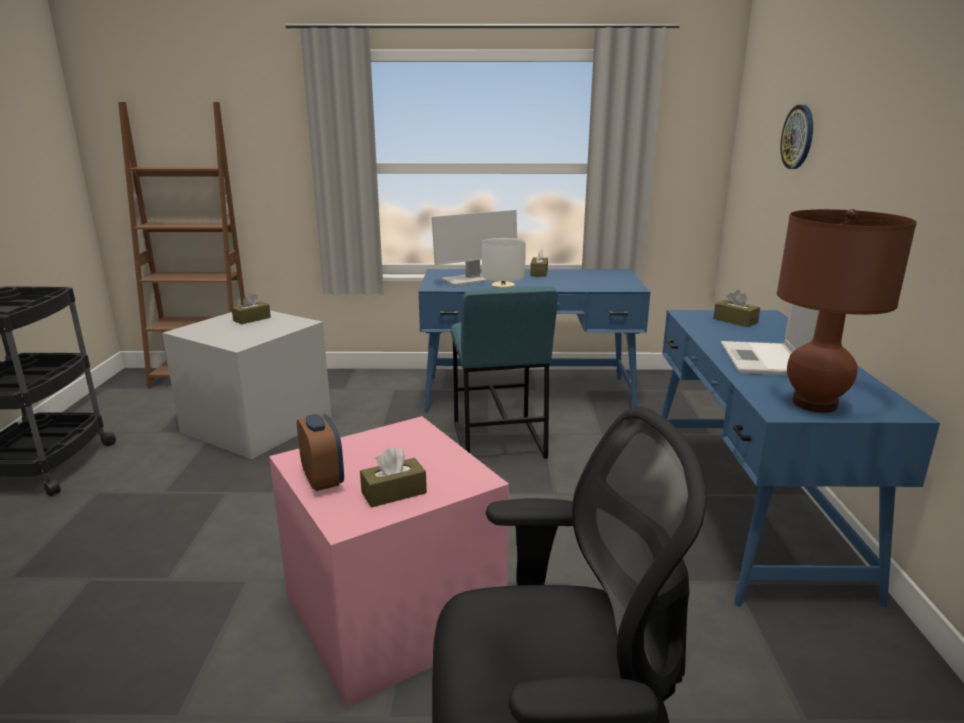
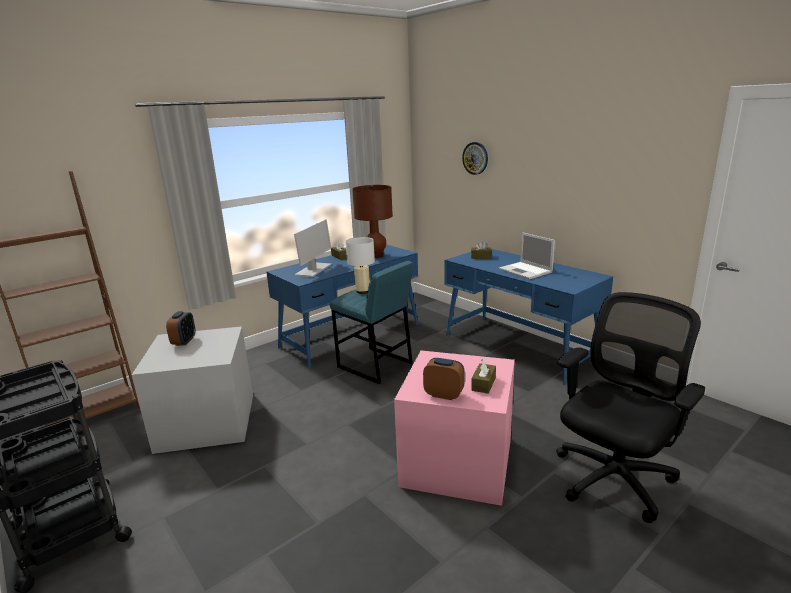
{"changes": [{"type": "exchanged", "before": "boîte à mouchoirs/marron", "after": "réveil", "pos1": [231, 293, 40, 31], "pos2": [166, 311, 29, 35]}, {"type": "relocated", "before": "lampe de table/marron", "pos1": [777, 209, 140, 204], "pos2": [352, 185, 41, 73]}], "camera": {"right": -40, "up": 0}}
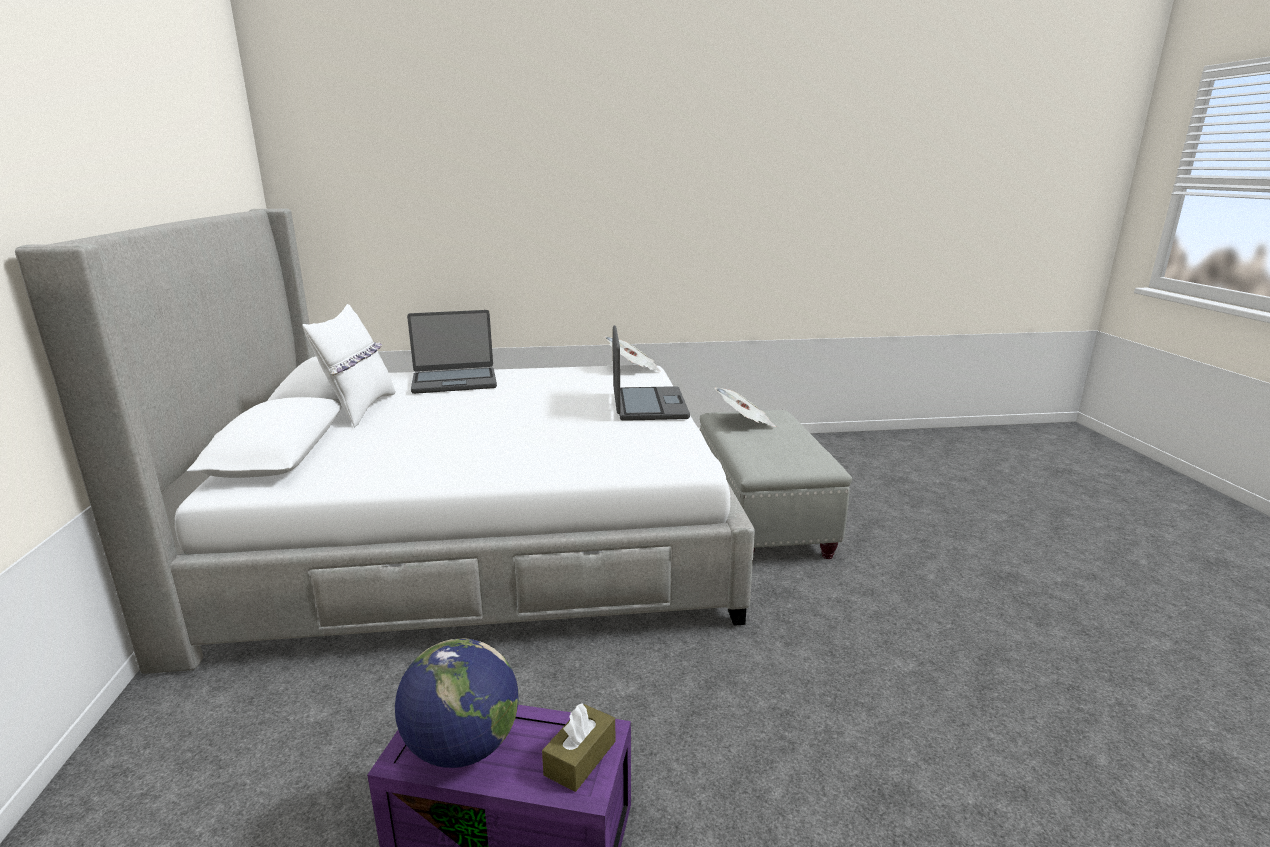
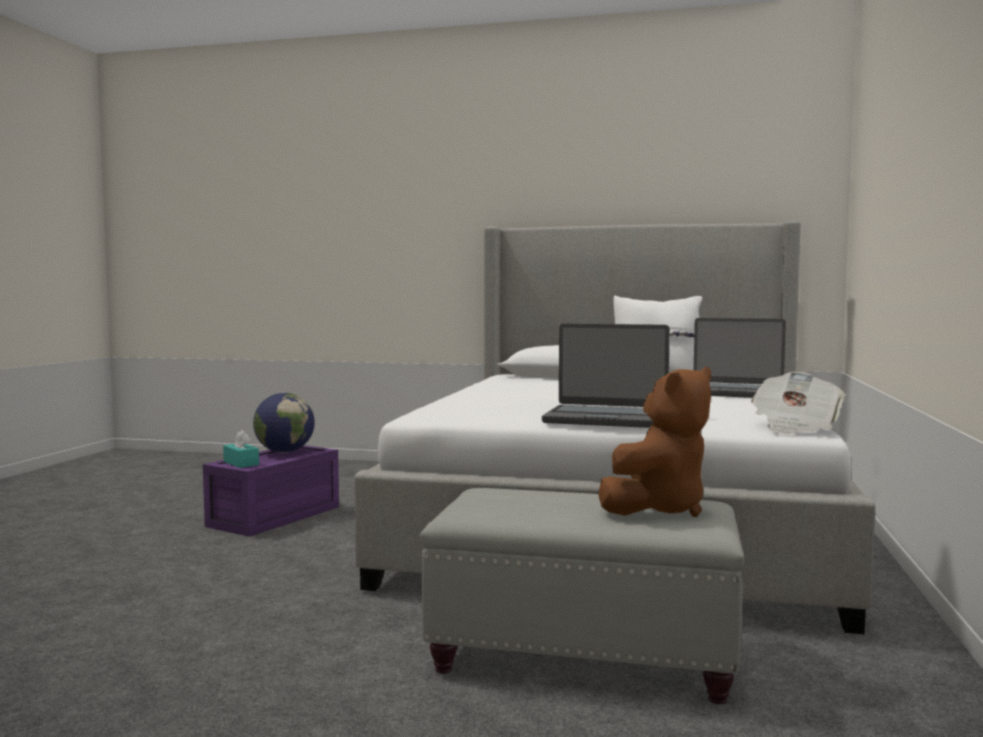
{"changes": [{"type": "spun", "before": "ordinateur portable", "pos1": [407, 310, 90, 84], "pos2": [694, 318, 92, 80], "turn": -75}, {"type": "colour", "before": "boîte à mouchoirs/marron", "after": "boîte à mouchoirs/turquoise", "pos1": [542, 703, 74, 89], "pos2": [223, 430, 36, 38]}, {"type": "exchanged", "before": "journal", "after": "peluche/marron", "pos1": [714, 387, 62, 40], "pos2": [598, 367, 113, 150]}], "camera": {"right": 110, "up": -15}}
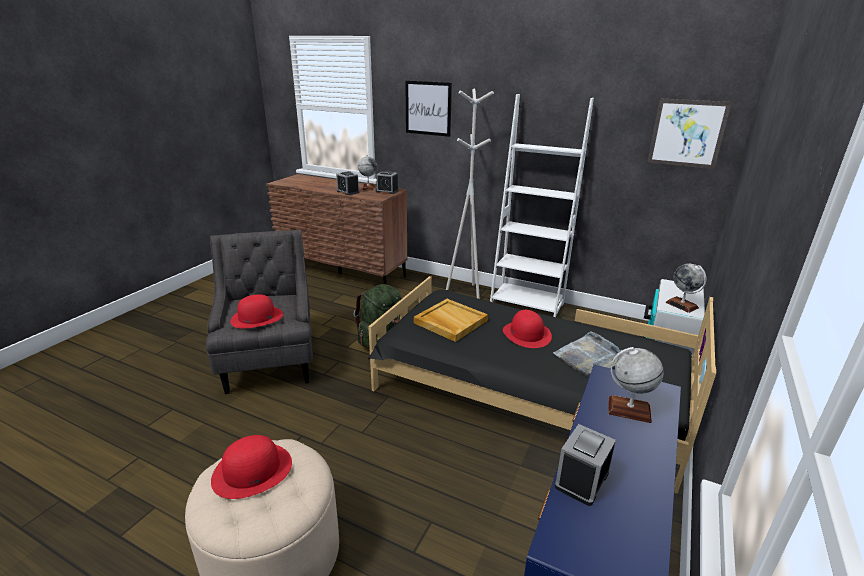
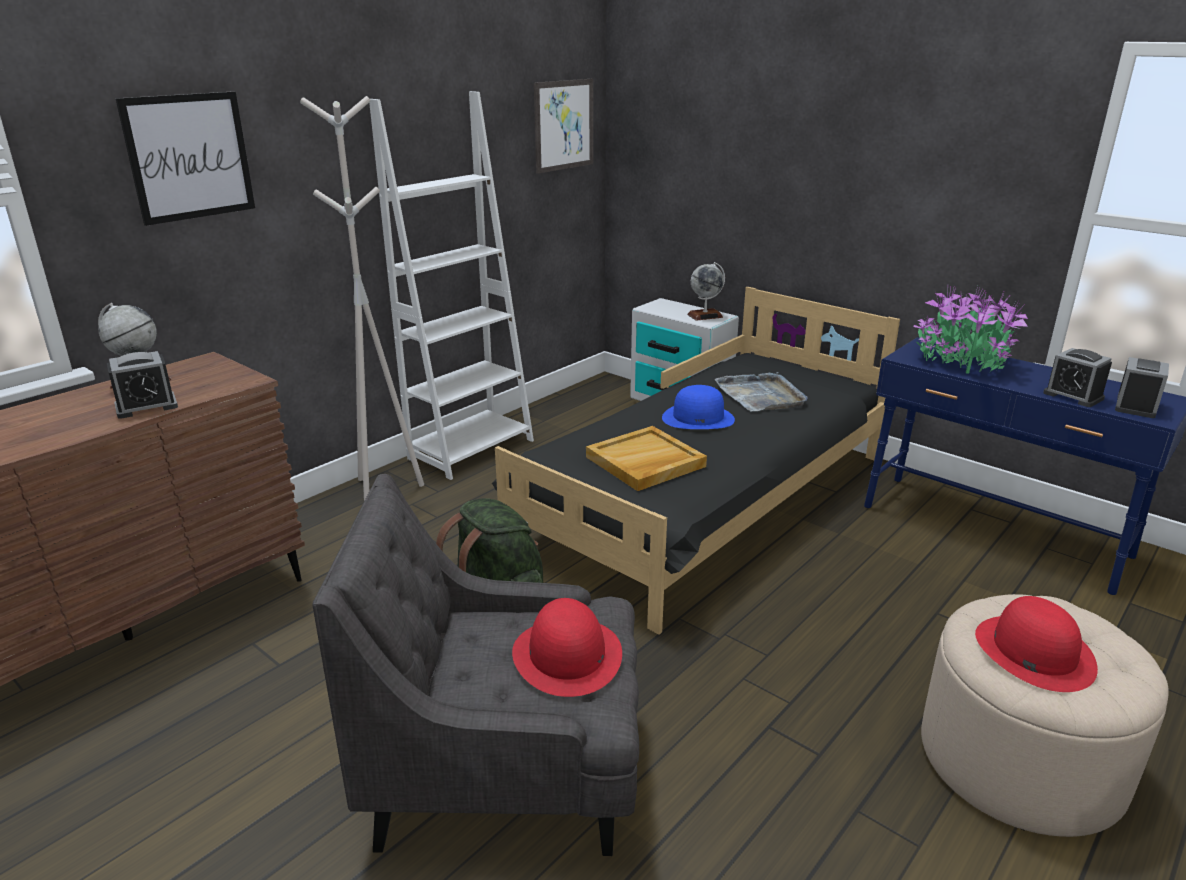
{"changes": [{"type": "relocated", "before": "réveil", "pos1": [376, 171, 23, 23], "pos2": [1115, 357, 54, 61]}, {"type": "colour", "before": "chapeau/rouge", "after": "chapeau/bleu", "pos1": [503, 310, 49, 38], "pos2": [662, 385, 73, 44]}, {"type": "exchanged", "before": "globe", "after": "plante en pot", "pos1": [608, 347, 56, 76], "pos2": [914, 286, 114, 87]}], "camera": {"right": -75, "up": 0}}
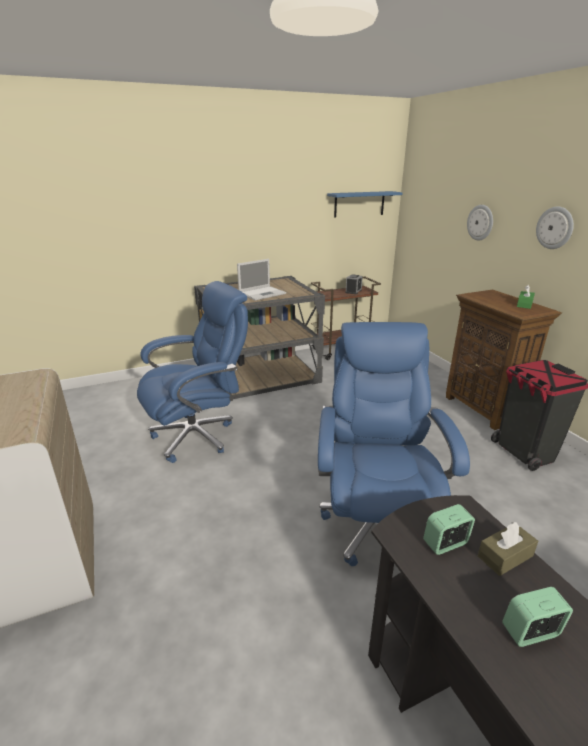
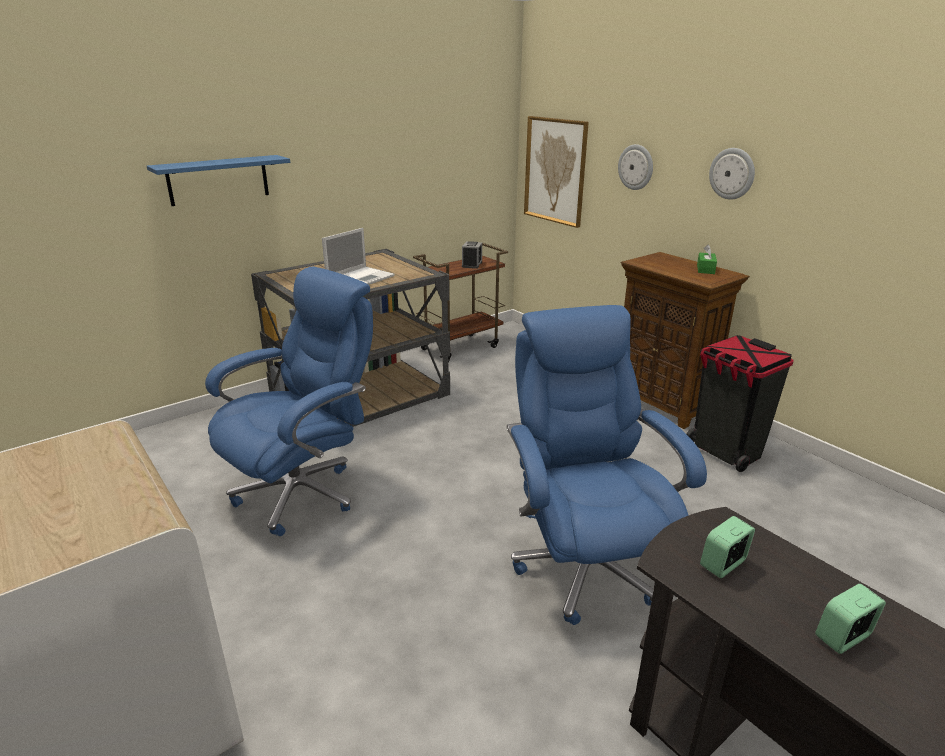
{"changes": [{"type": "relocated", "before": "étagère/bleu", "pos1": [327, 191, 75, 27], "pos2": [147, 155, 143, 51]}, {"type": "missing", "before": "boîte à mouchoirs/marron", "pos1": [478, 522, 60, 54]}, {"type": "appeared", "after": "tableau", "pos2": [524, 116, 65, 112]}], "camera": {"right": -15, "up": 0}}
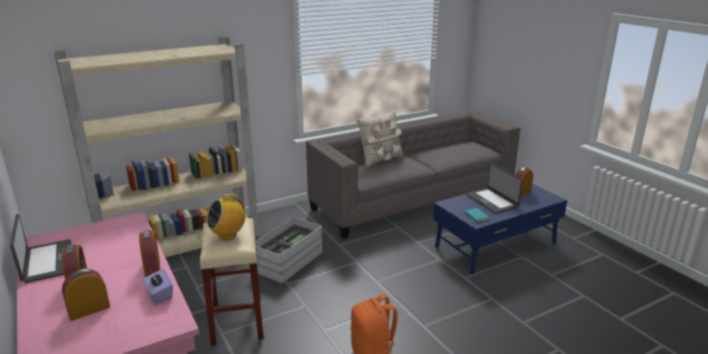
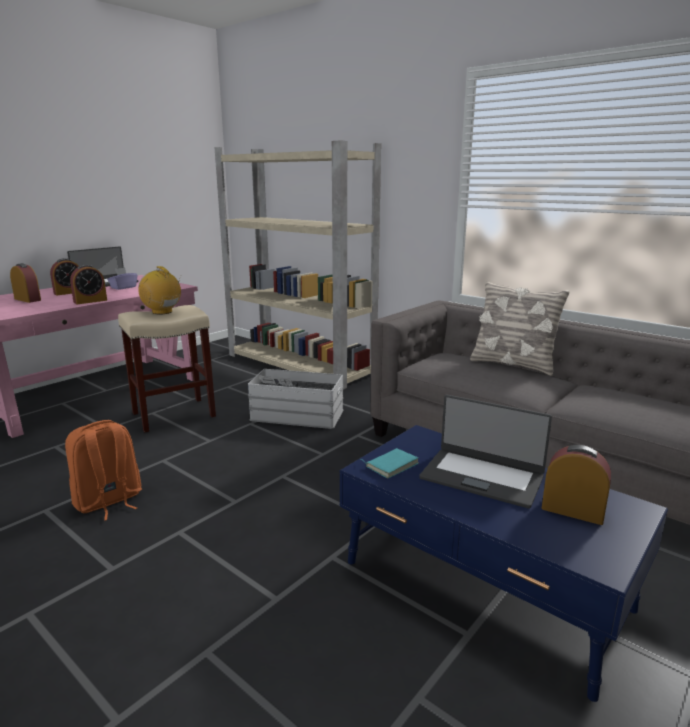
{"changes": [{"type": "relocated", "before": "boîte à mouchoirs/violet", "pos1": [143, 269, 30, 35], "pos2": [107, 267, 30, 23]}, {"type": "spun", "before": "ordinateur portable", "pos1": [466, 163, 57, 51], "pos2": [419, 395, 133, 114], "turn": -105}], "camera": {"right": 70, "up": -5}}
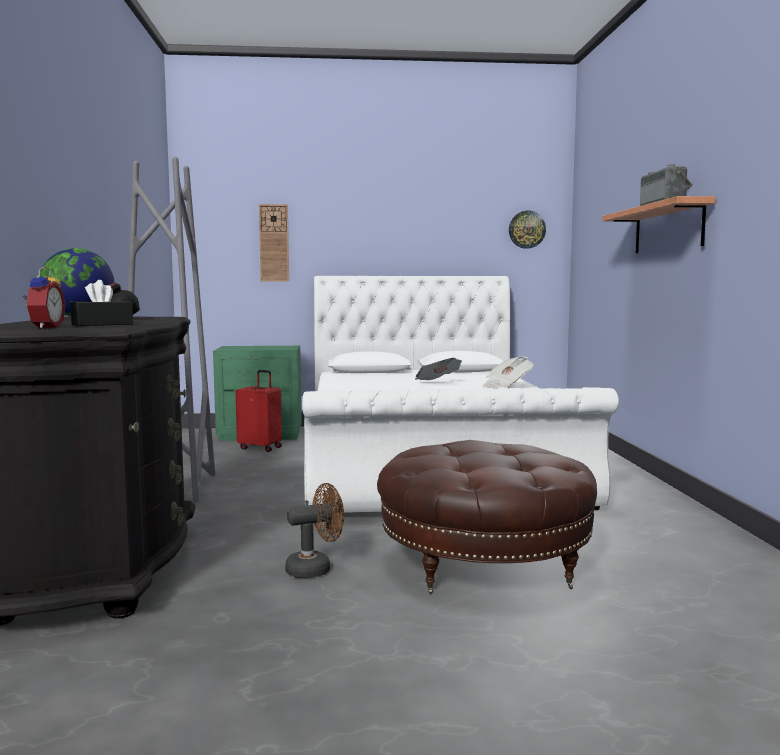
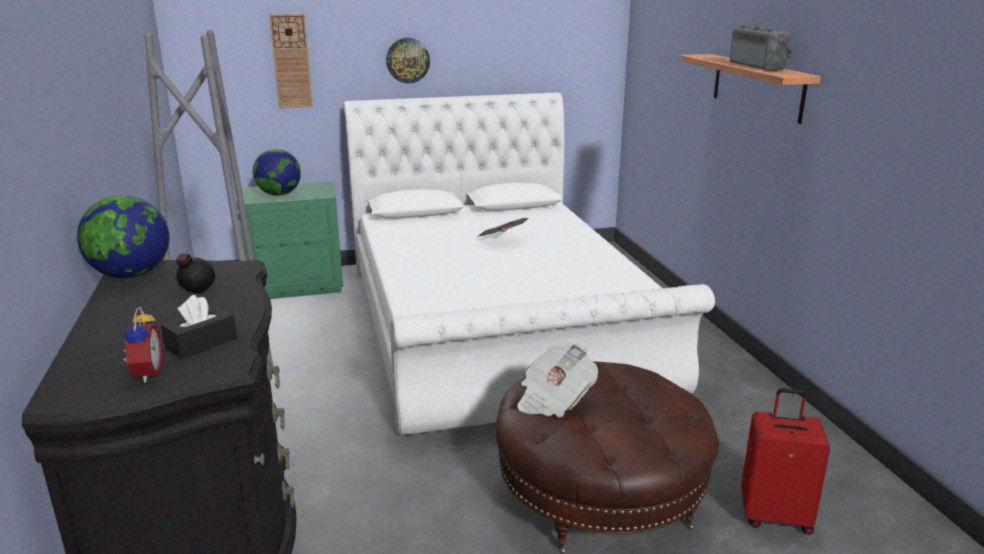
{"changes": [{"type": "relocated", "before": "valise/rouge", "pos1": [235, 370, 47, 82], "pos2": [741, 388, 89, 147]}, {"type": "missing", "before": "ventilateur/marron", "pos1": [285, 483, 59, 95]}, {"type": "relocated", "before": "journal", "pos1": [482, 356, 52, 32], "pos2": [517, 344, 81, 73]}, {"type": "relocated", "before": "horloge murale", "pos1": [509, 211, 37, 38], "pos2": [386, 38, 44, 45]}, {"type": "appeared", "after": "globe", "pos2": [253, 149, 48, 47]}], "camera": {"right": -10, "up": 15}}
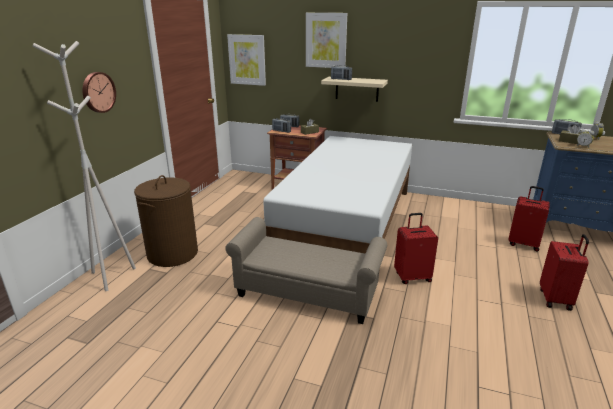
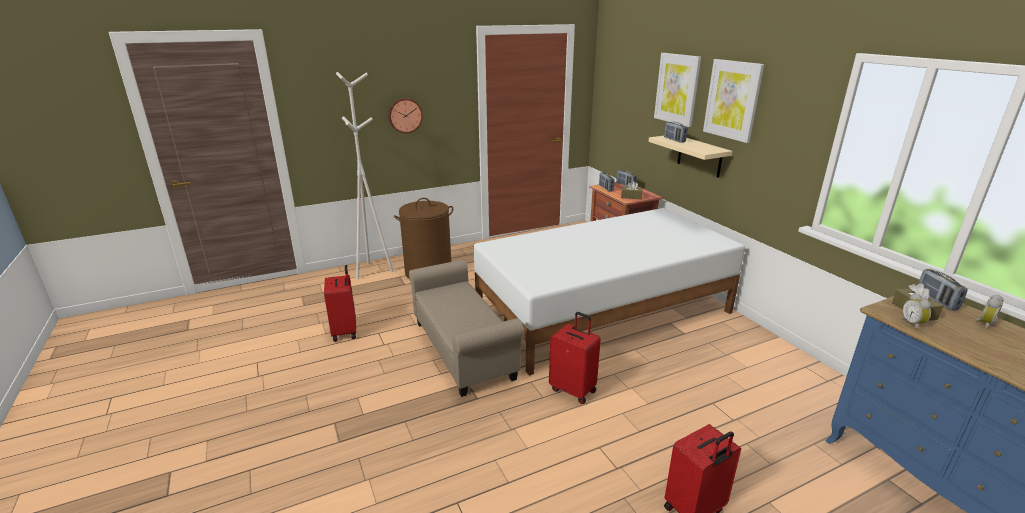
{"changes": [{"type": "relocated", "before": "tableau", "pos1": [227, 34, 39, 52], "pos2": [703, 59, 61, 84]}, {"type": "relocated", "before": "valise/rouge", "pos1": [508, 186, 42, 65], "pos2": [324, 265, 32, 77]}], "camera": {"right": 45, "up": 0}}
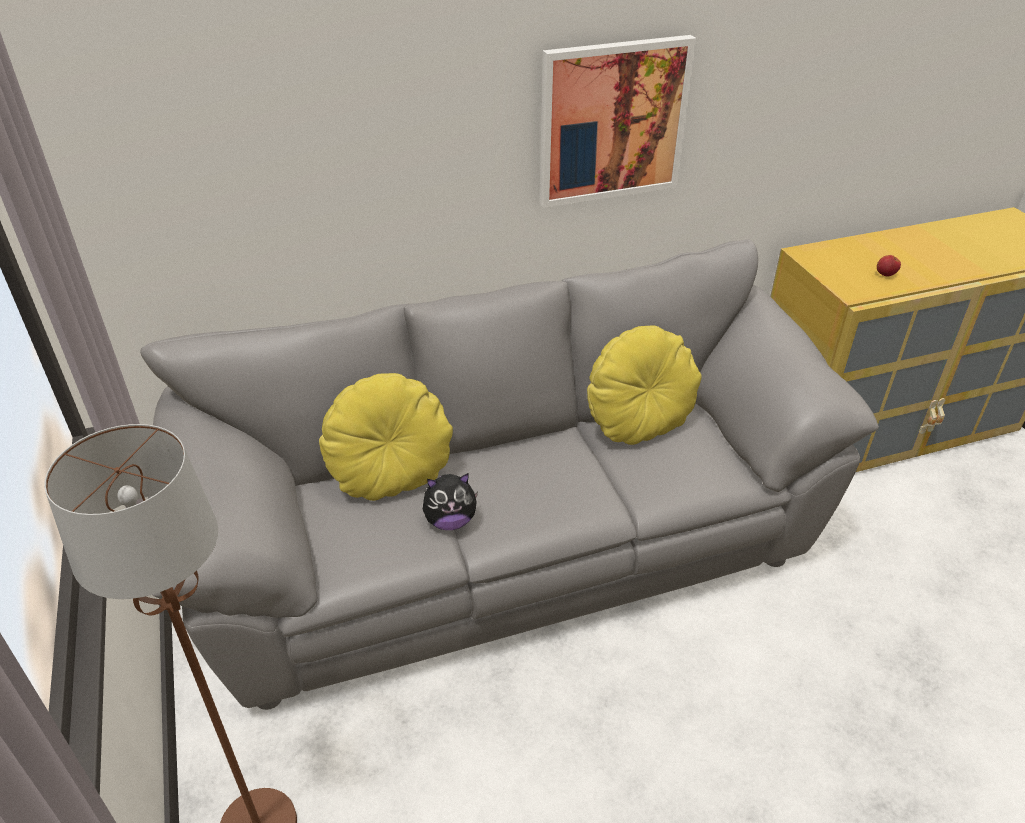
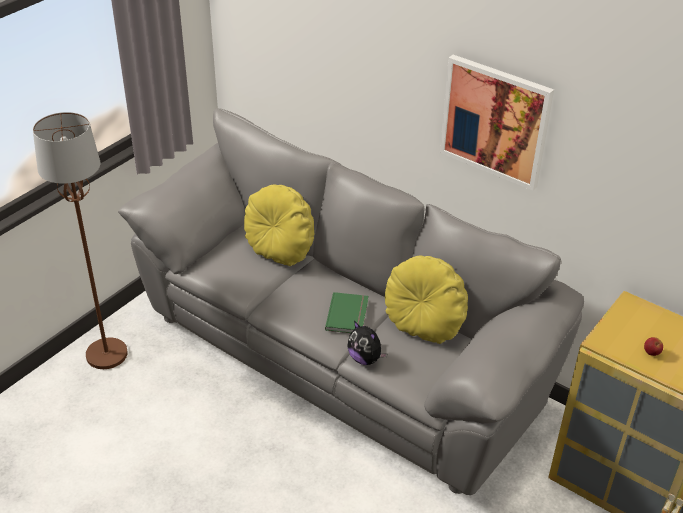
{"changes": [{"type": "relocated", "before": "peluche", "pos1": [423, 473, 55, 57], "pos2": [347, 321, 40, 44]}, {"type": "appeared", "after": "livre/vert", "pos2": [325, 292, 43, 41]}], "camera": {"right": 55, "up": 0}}
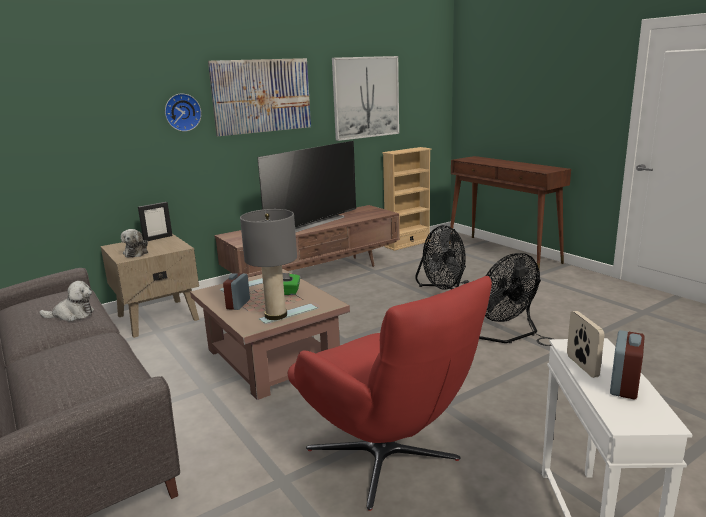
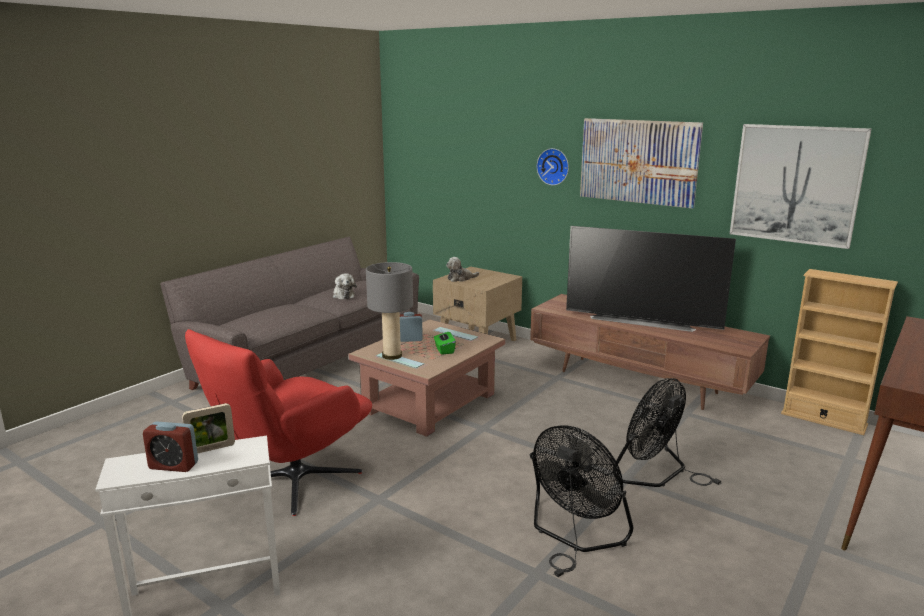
{"changes": [{"type": "missing", "before": "cadre photo", "pos1": [138, 202, 35, 39]}], "camera": {"right": 70, "up": 0}}
